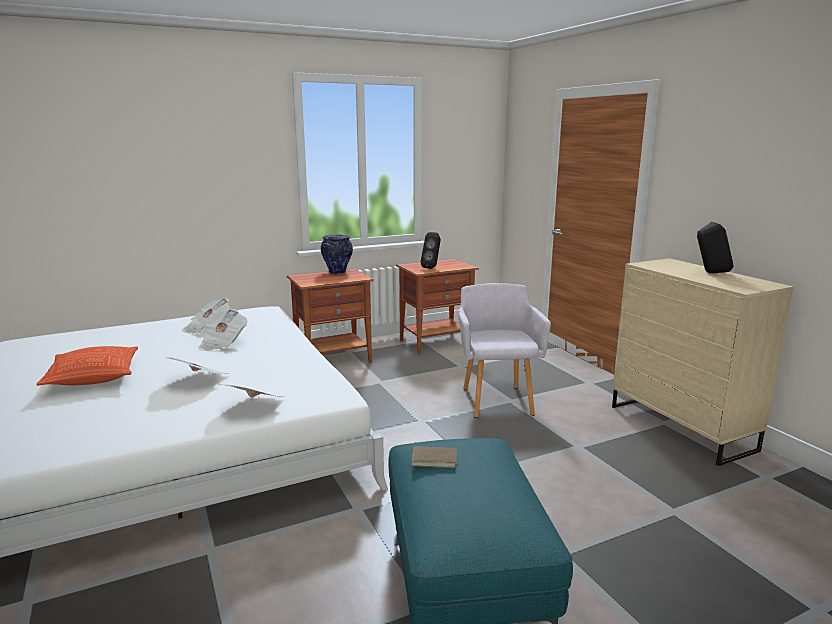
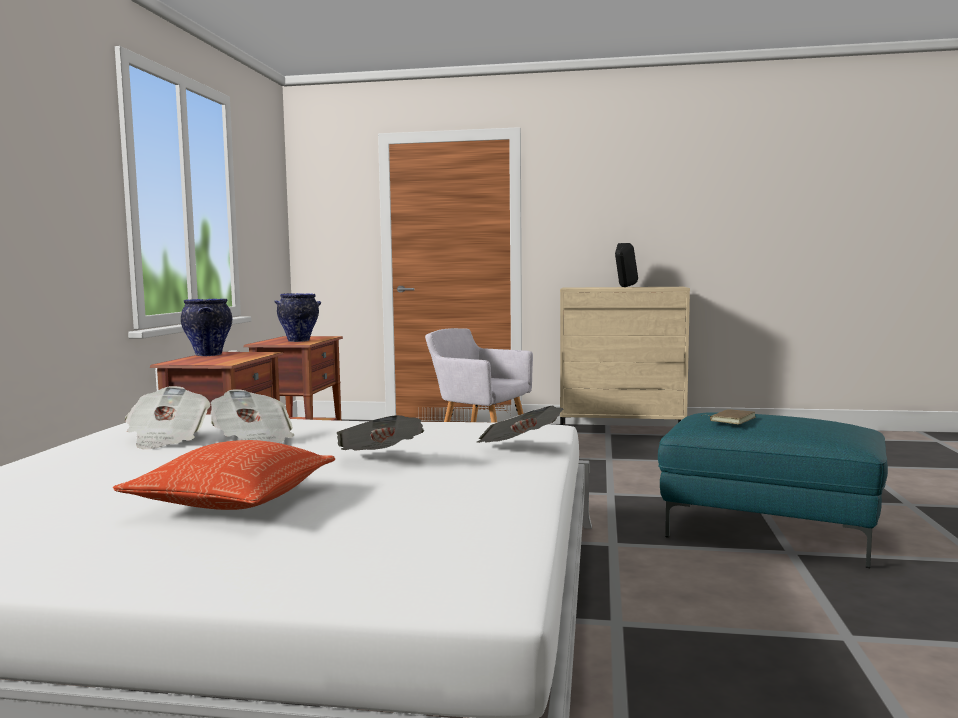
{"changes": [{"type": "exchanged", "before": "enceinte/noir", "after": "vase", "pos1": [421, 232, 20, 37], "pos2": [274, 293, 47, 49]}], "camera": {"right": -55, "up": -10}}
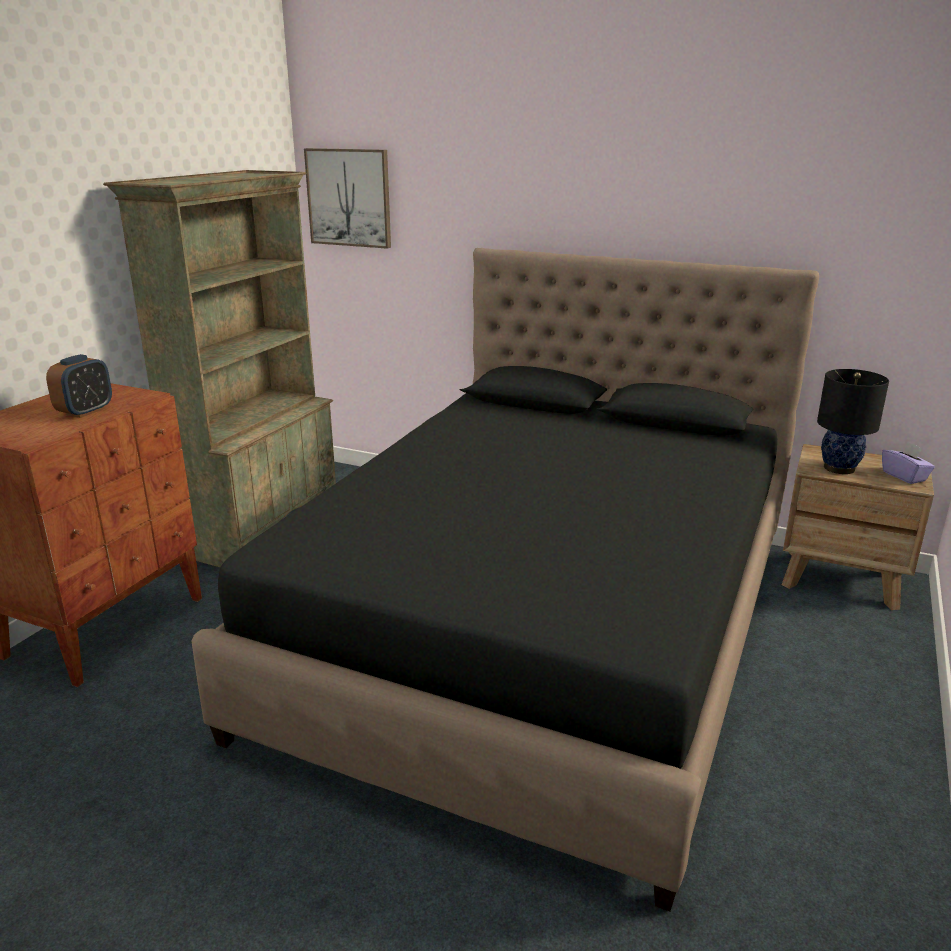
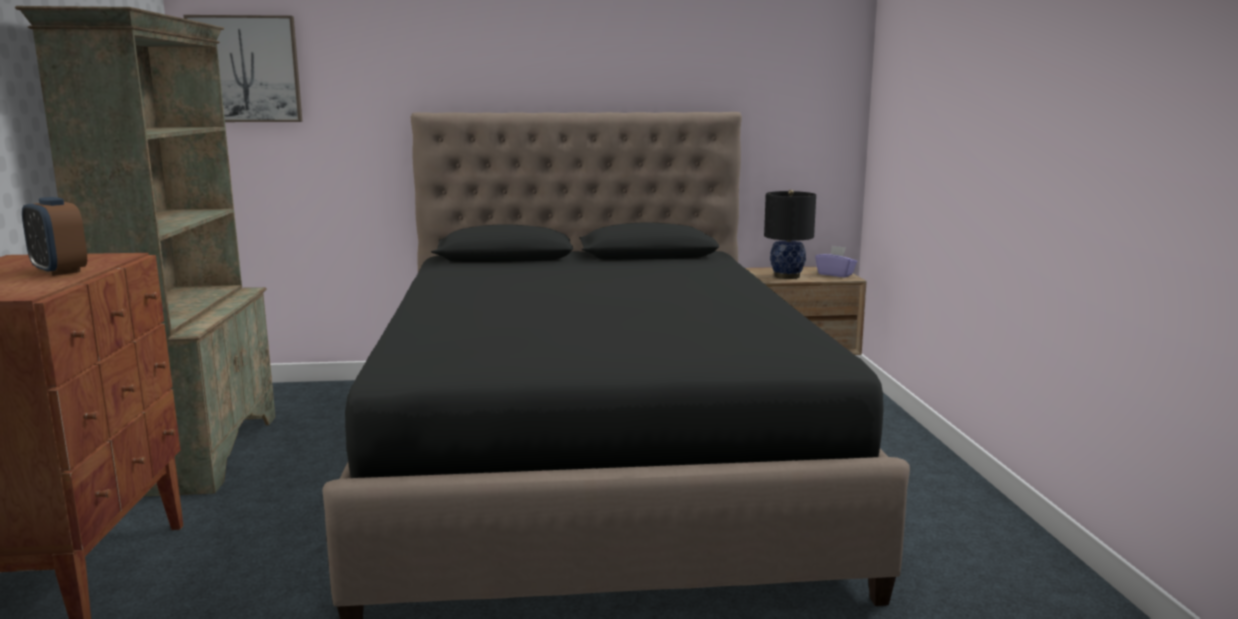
{"changes": [{"type": "spun", "before": "réveil", "pos1": [46, 354, 66, 64], "pos2": [22, 197, 65, 79], "turn": 135}], "camera": {"right": -30, "up": -10}}
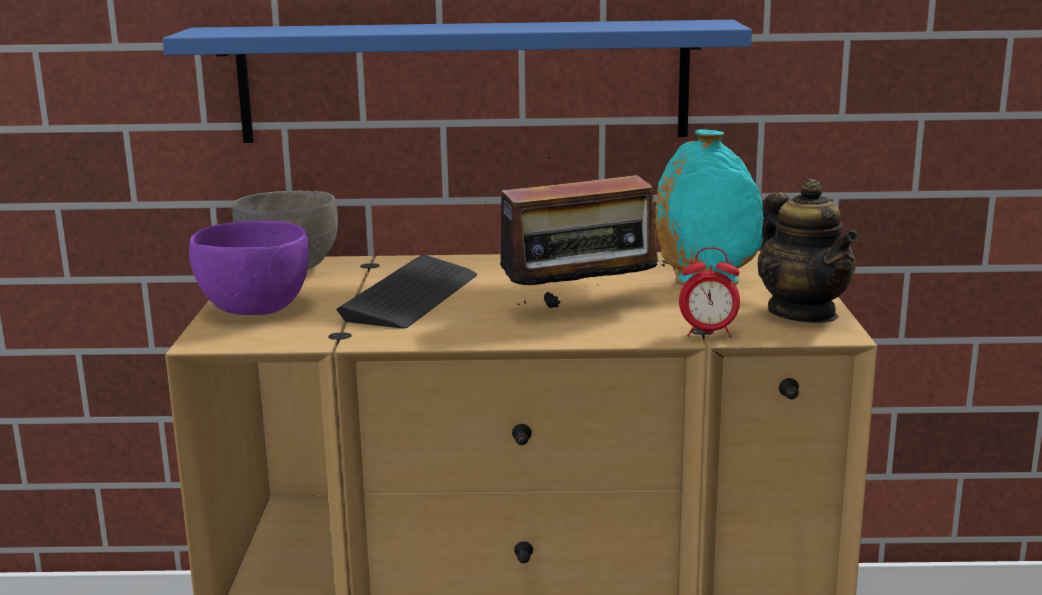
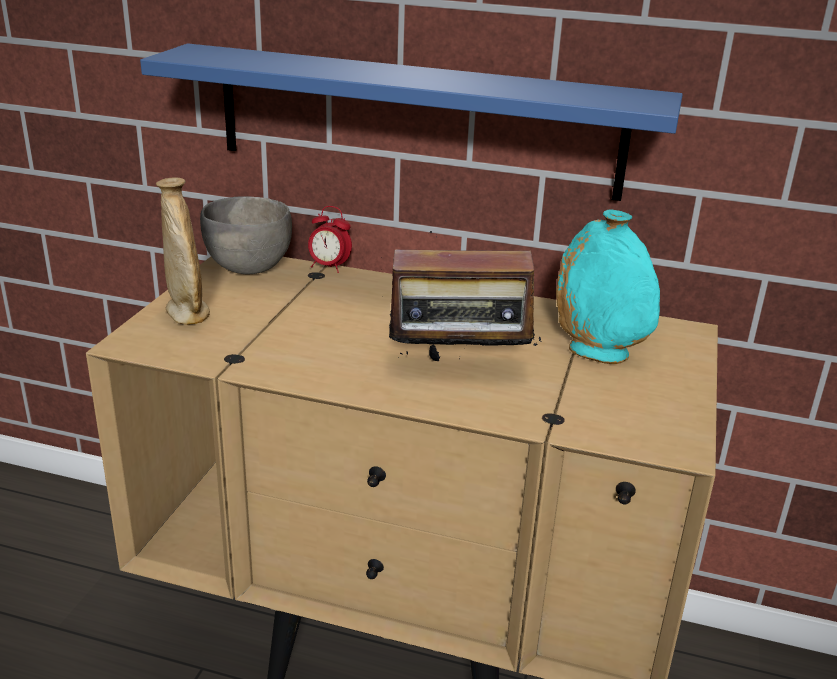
{"changes": [{"type": "exchanged", "before": "bol/violet", "after": "vase/beige", "pos1": [189, 221, 120, 94], "pos2": [156, 177, 54, 148]}, {"type": "missing", "before": "clavier", "pos1": [336, 255, 141, 73]}, {"type": "relocated", "before": "réveil", "pos1": [679, 247, 61, 90], "pos2": [308, 206, 44, 67]}, {"type": "missing", "before": "théière", "pos1": [757, 179, 101, 144]}], "camera": {"right": 15, "up": 10}}
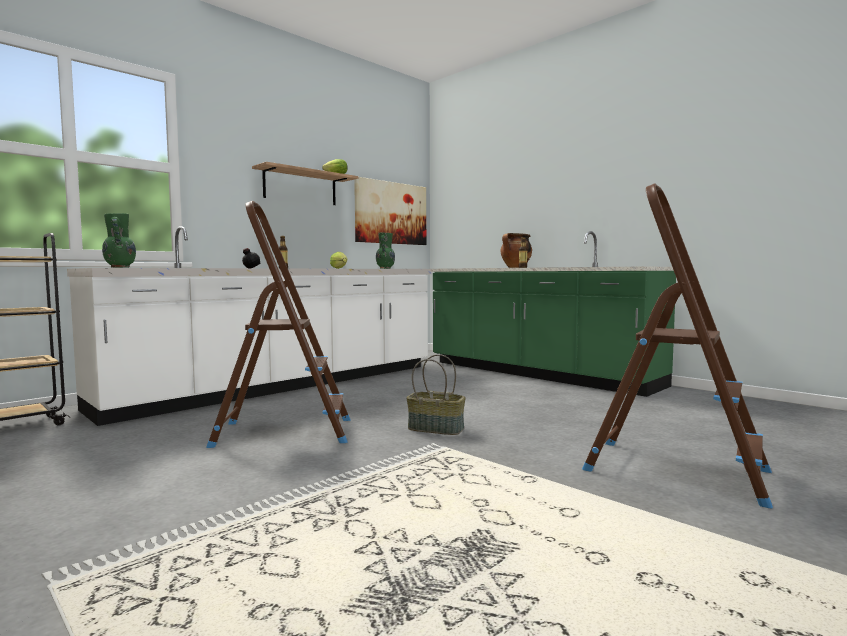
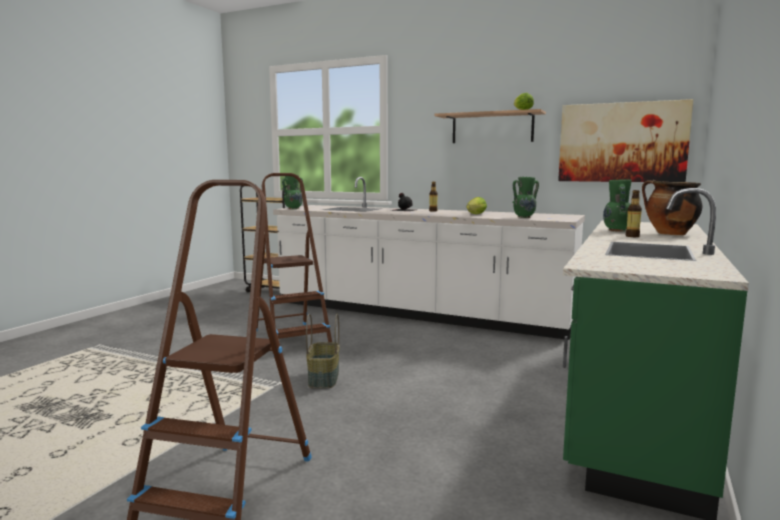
{"changes": [{"type": "appeared", "after": "vase/vert", "pos2": [603, 179, 29, 53]}], "camera": {"right": 70, "up": 5}}
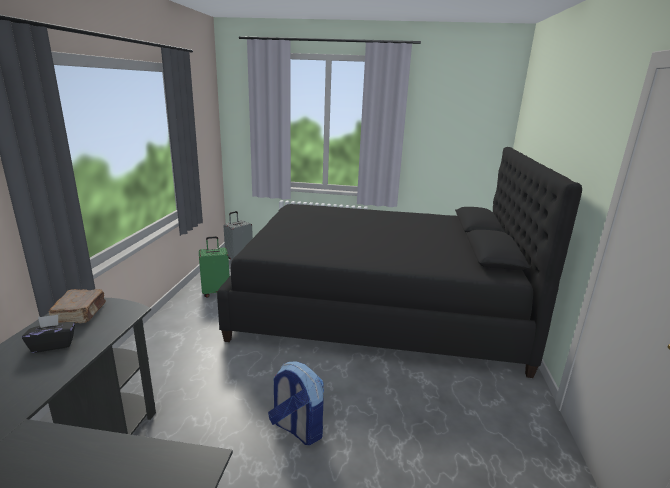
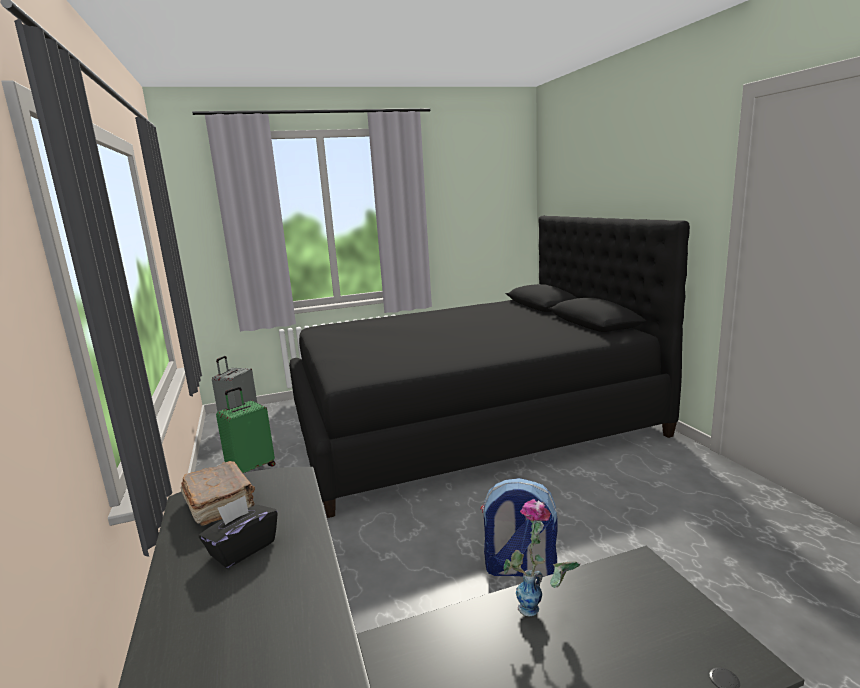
{"changes": [{"type": "appeared", "after": "vase", "pos2": [503, 499, 77, 118]}], "camera": {"right": -25, "up": -5}}
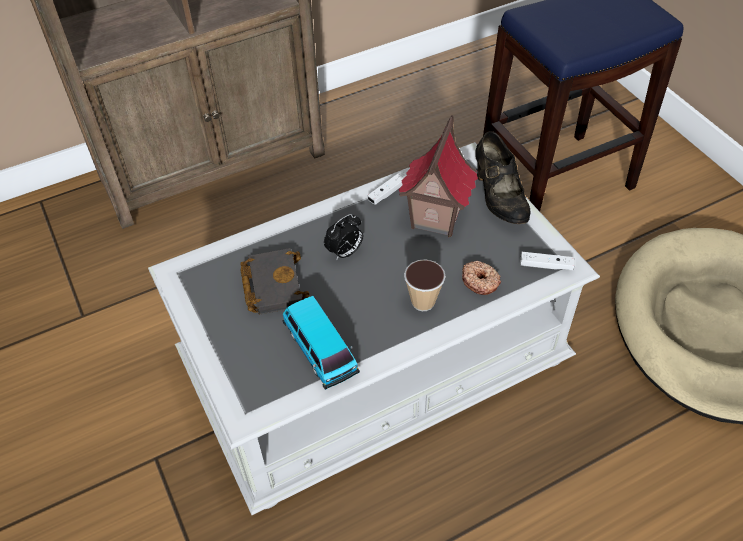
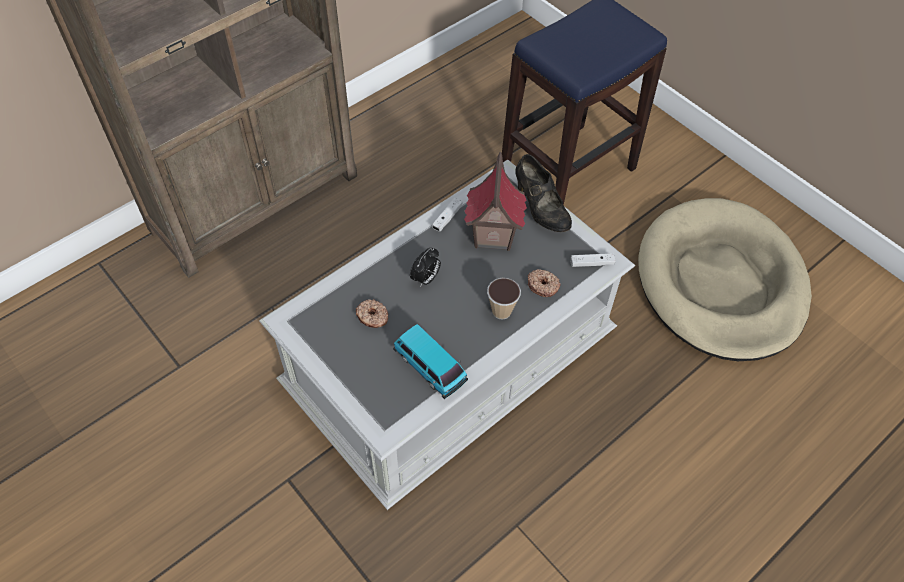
{"changes": [{"type": "exchanged", "before": "livre/noir", "after": "beignet", "pos1": [240, 248, 70, 67], "pos2": [356, 299, 32, 29]}], "camera": {"right": -15, "up": 5}}
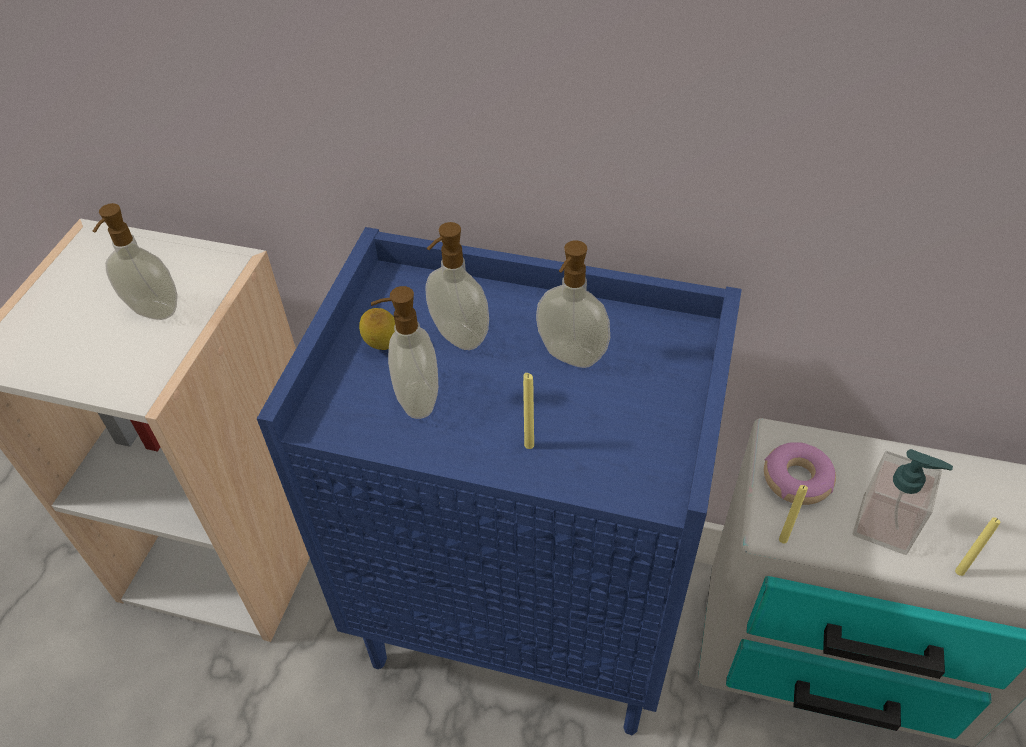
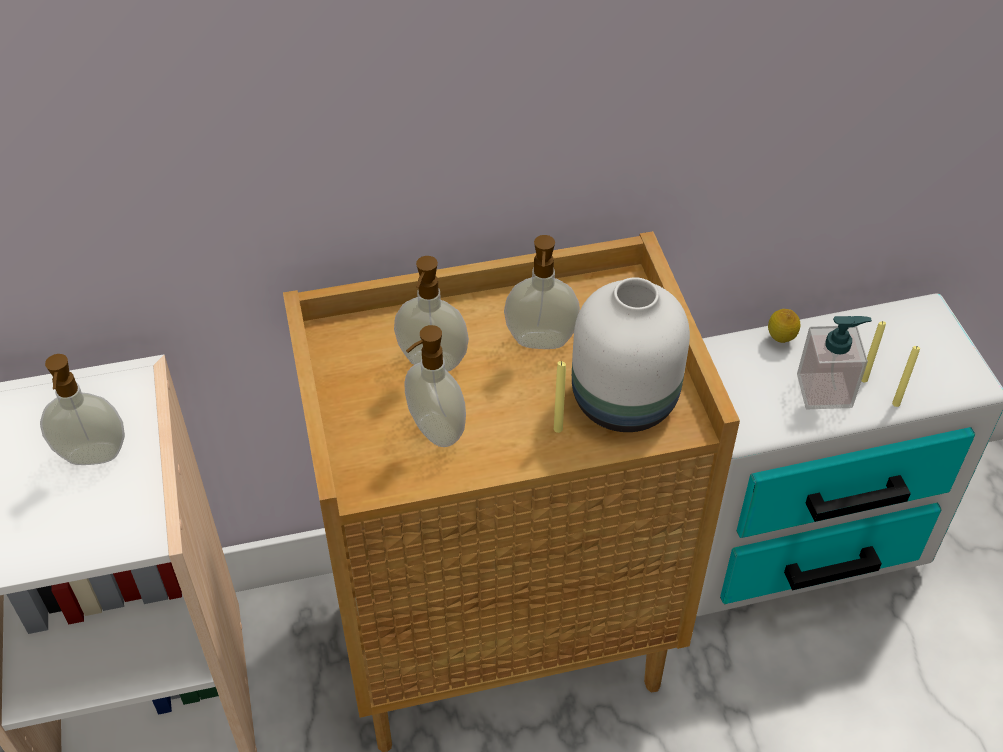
{"changes": [{"type": "colour", "before": "meuble de rangement/bleu", "after": "meuble de rangement/marron", "pos1": [257, 227, 485, 508], "pos2": [283, 231, 457, 521]}, {"type": "relocated", "before": "citron", "pos1": [359, 308, 36, 42], "pos2": [768, 309, 32, 34]}, {"type": "missing", "before": "beignet", "pos1": [764, 442, 72, 63]}, {"type": "relocated", "before": "bougie/jaune", "pos1": [779, 485, 29, 58], "pos2": [862, 321, 24, 61]}, {"type": "appeared", "after": "vase/blanc", "pos2": [572, 277, 118, 155]}], "camera": {"right": -30, "up": 0}}
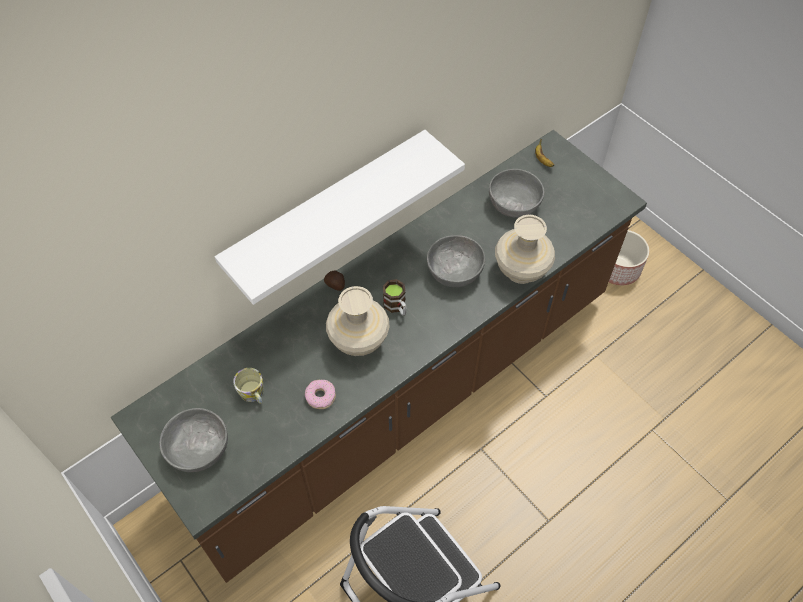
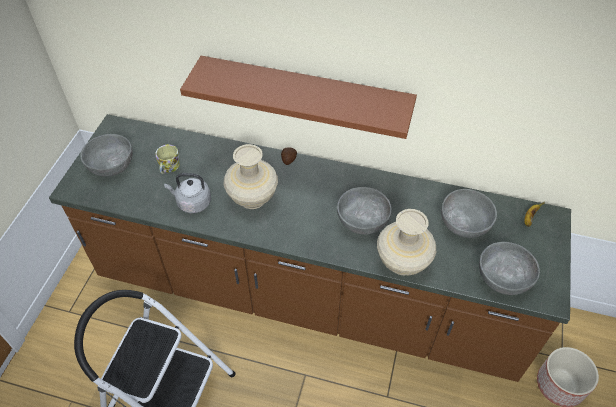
{"changes": [{"type": "colour", "before": "étagère/blanc", "after": "étagère/marron", "pos1": [215, 130, 250, 175], "pos2": [180, 56, 237, 83]}, {"type": "exchanged", "before": "beignet", "after": "bouilloire/gris", "pos1": [305, 380, 31, 29], "pos2": [164, 173, 47, 40]}, {"type": "missing", "before": "mug", "pos1": [383, 279, 24, 37]}, {"type": "appeared", "after": "bol/gris", "pos2": [479, 242, 61, 53]}], "camera": {"right": 55, "up": -5}}
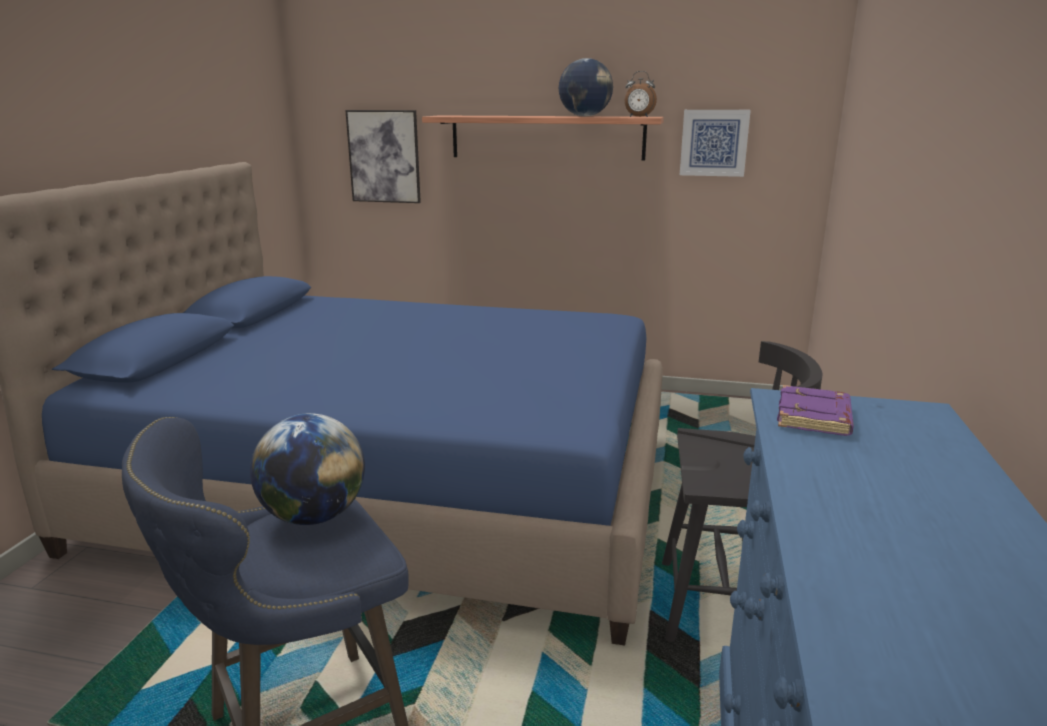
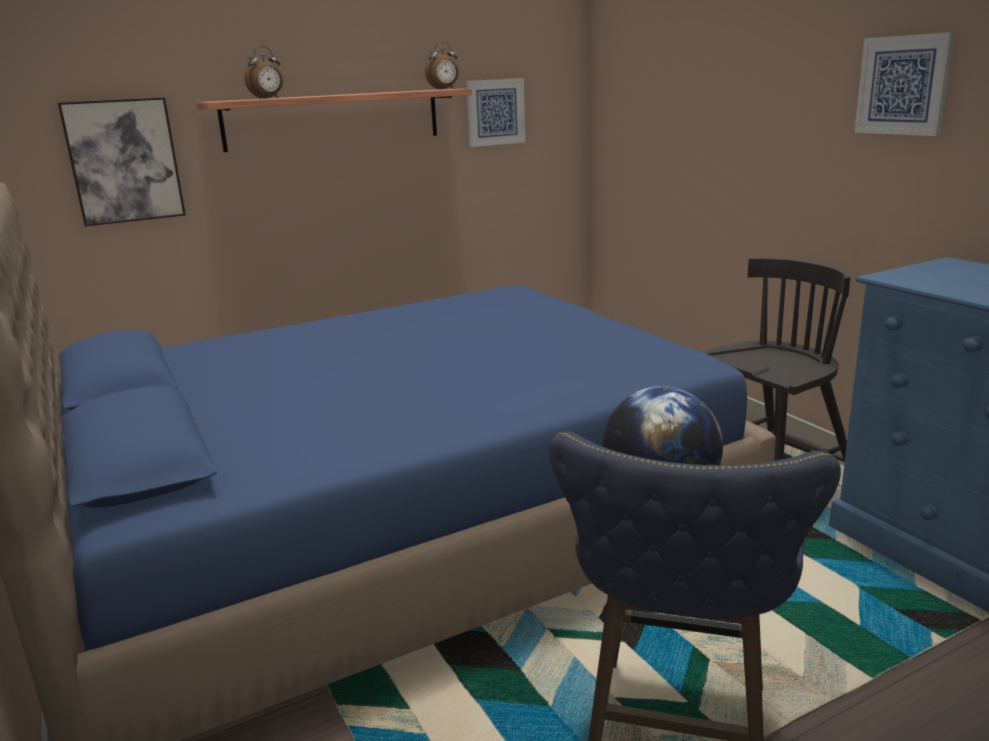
{"changes": [{"type": "missing", "before": "globe", "pos1": [559, 58, 54, 59]}, {"type": "missing", "before": "livre/violet", "pos1": [777, 385, 77, 51]}, {"type": "appeared", "after": "réveil", "pos2": [245, 46, 38, 53]}, {"type": "appeared", "after": "tableau", "pos2": [854, 32, 101, 104]}], "camera": {"right": -40, "up": 0}}
